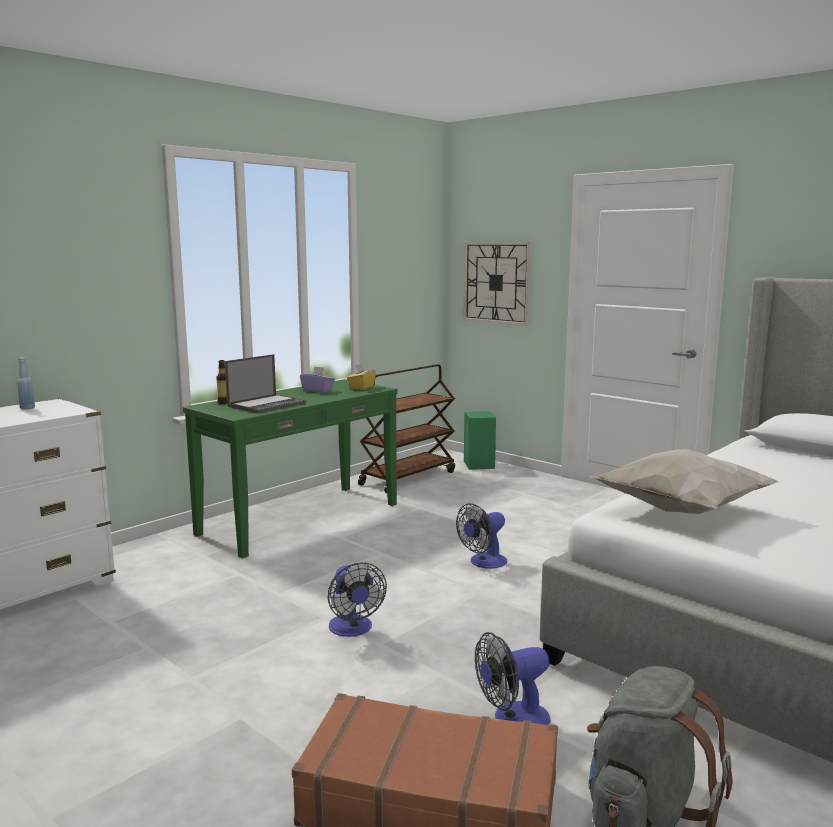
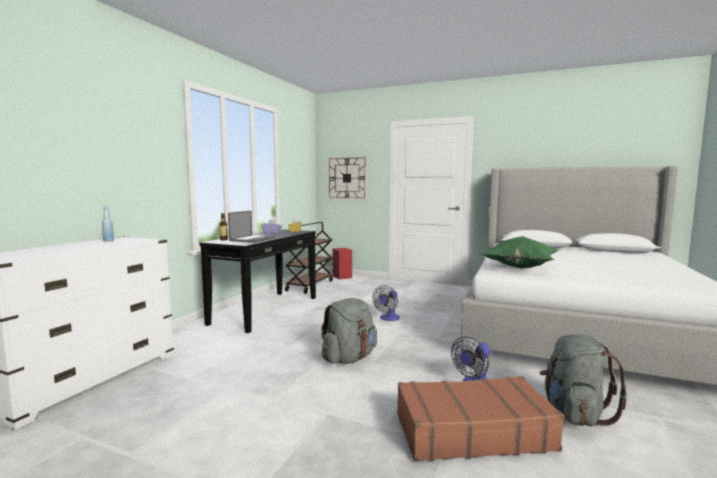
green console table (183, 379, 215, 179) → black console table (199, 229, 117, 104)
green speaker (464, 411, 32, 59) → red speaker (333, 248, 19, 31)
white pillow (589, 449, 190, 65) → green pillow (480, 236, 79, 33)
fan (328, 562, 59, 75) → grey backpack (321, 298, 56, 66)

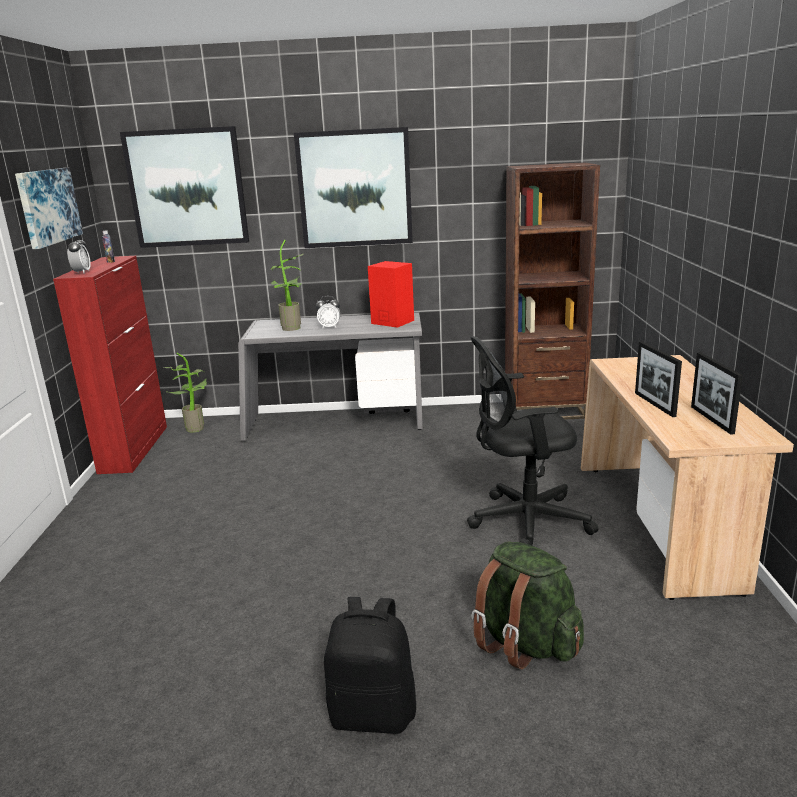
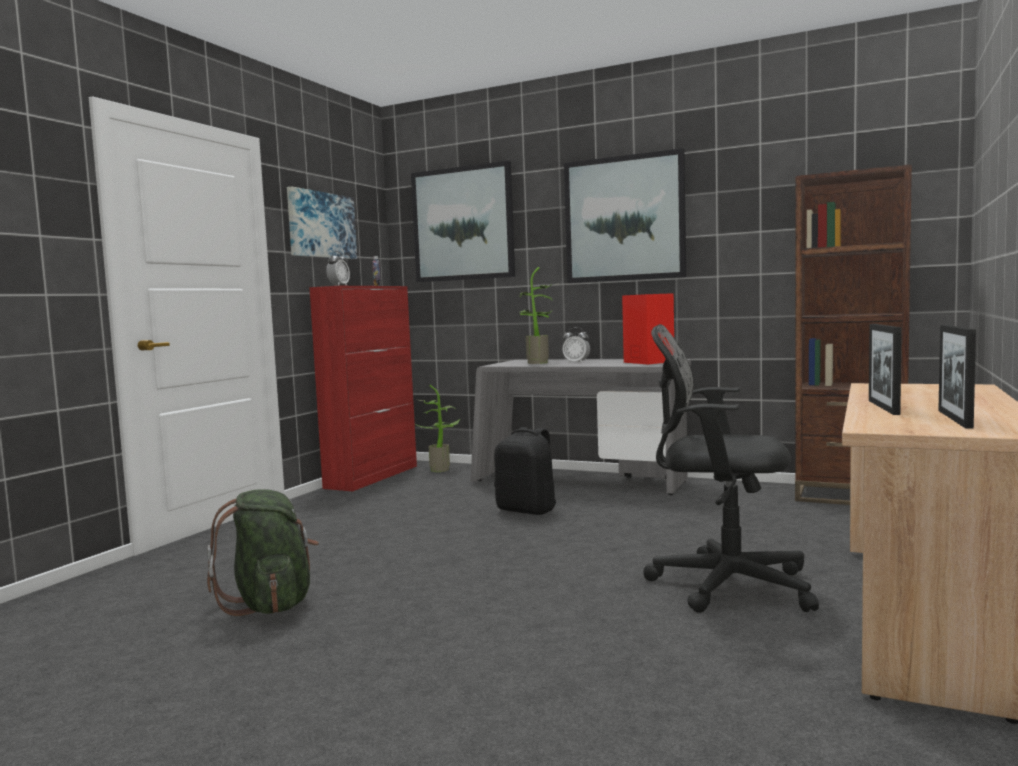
green backpack (471, 542, 113, 127) → green backpack (207, 489, 112, 127), moved
black backpack (324, 597, 92, 137) → black backpack (494, 427, 62, 88), moved

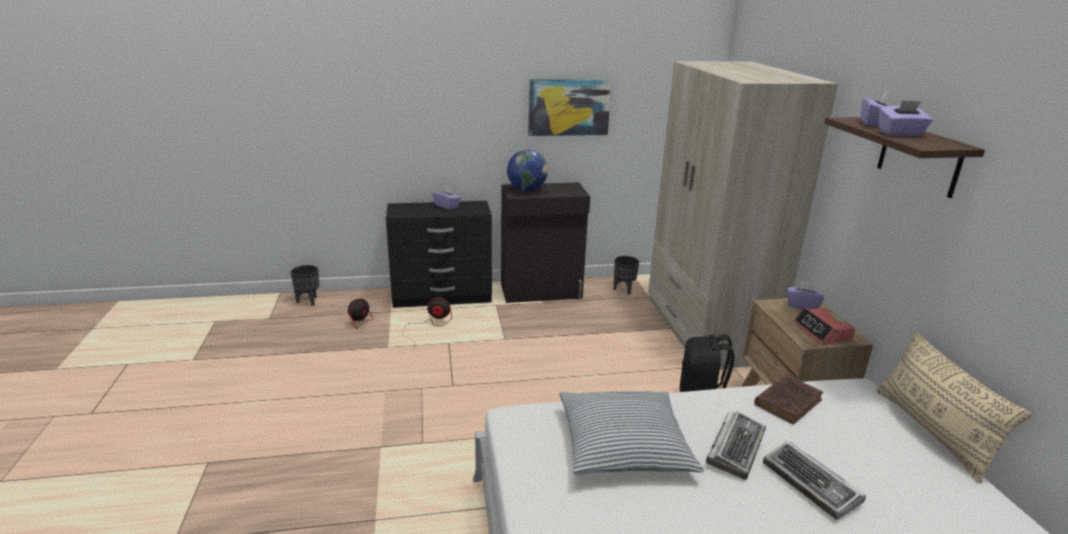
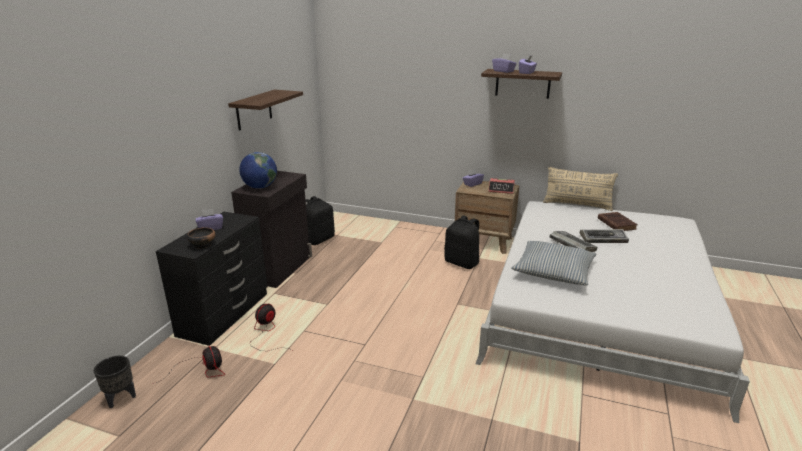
beige wardrobe (648, 61, 190, 308) → -
picture (528, 79, 84, 57) → shelf (228, 90, 75, 40)
black planter (614, 256, 25, 39) → black backpack (306, 196, 29, 49)
brown book (754, 375, 70, 49) → brown book (598, 212, 40, 19), moved
- → bowl (187, 227, 29, 22)

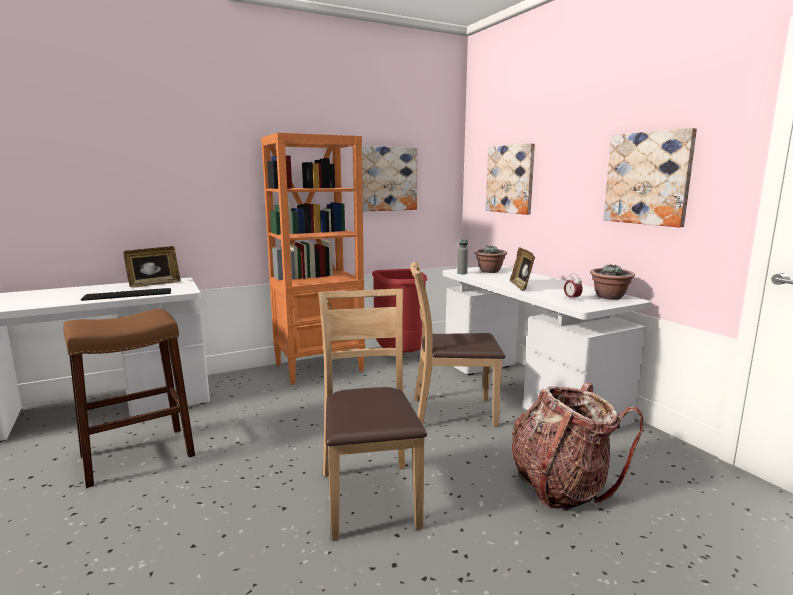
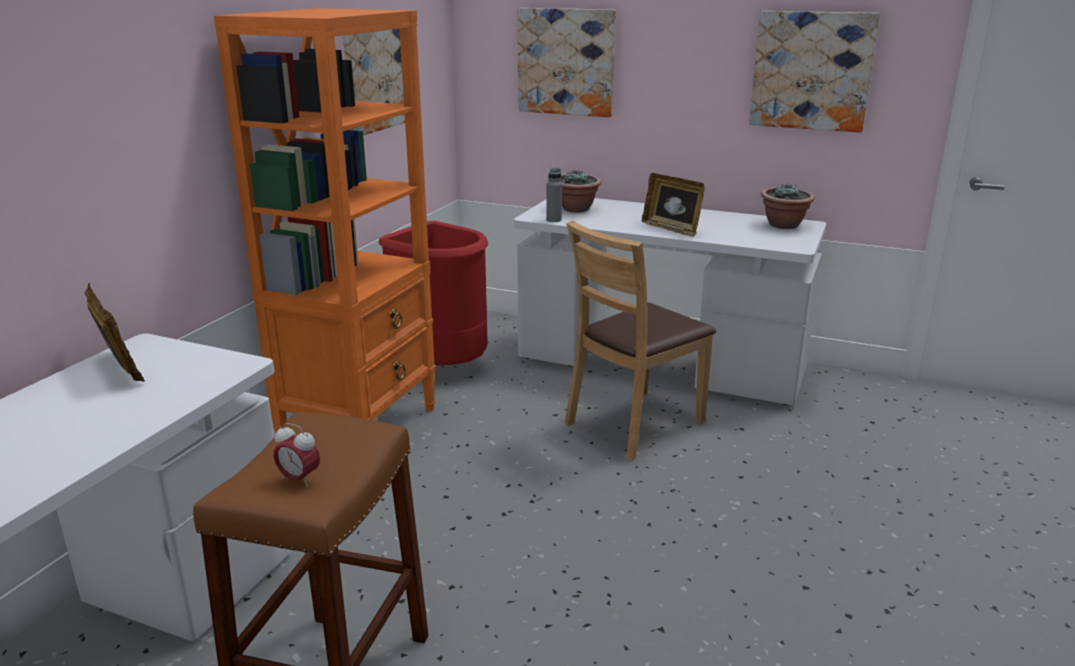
picture frame (123, 246, 58, 41) → picture frame (84, 283, 61, 99), 45 degrees counterclockwise
alarm clock (564, 273, 19, 28) → alarm clock (274, 423, 46, 64), moved
keyboard (81, 288, 90, 13) → -
brown chair (318, 289, 109, 251) → -
backpack (512, 382, 131, 128) → -

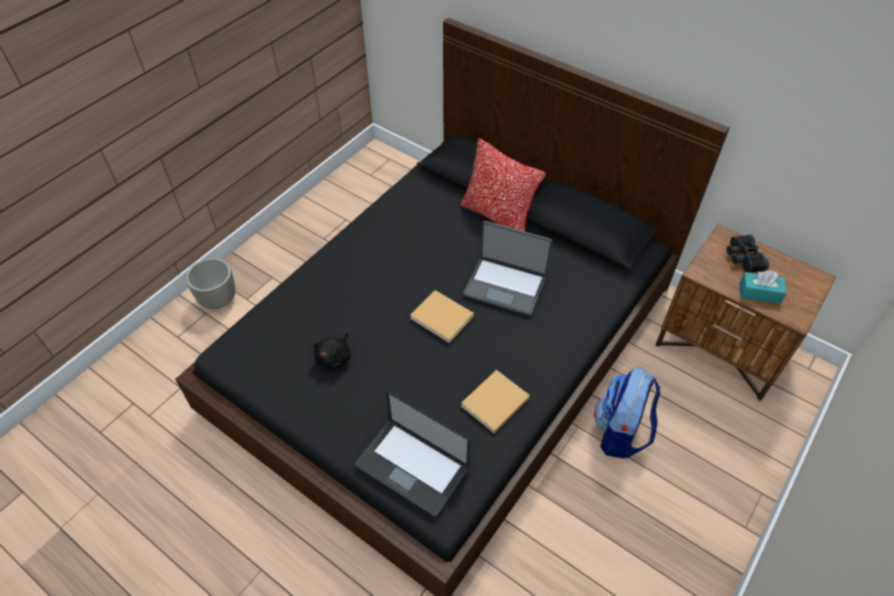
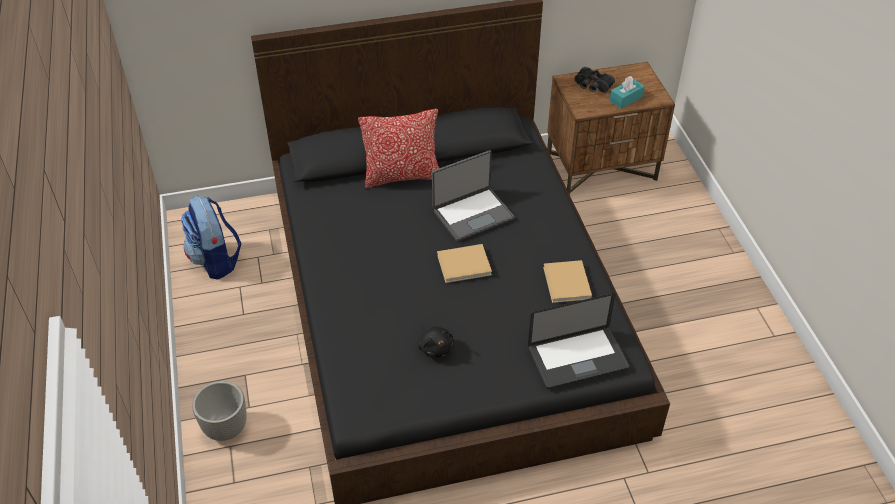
backpack (594, 368, 66, 90) → backpack (181, 195, 61, 85), moved

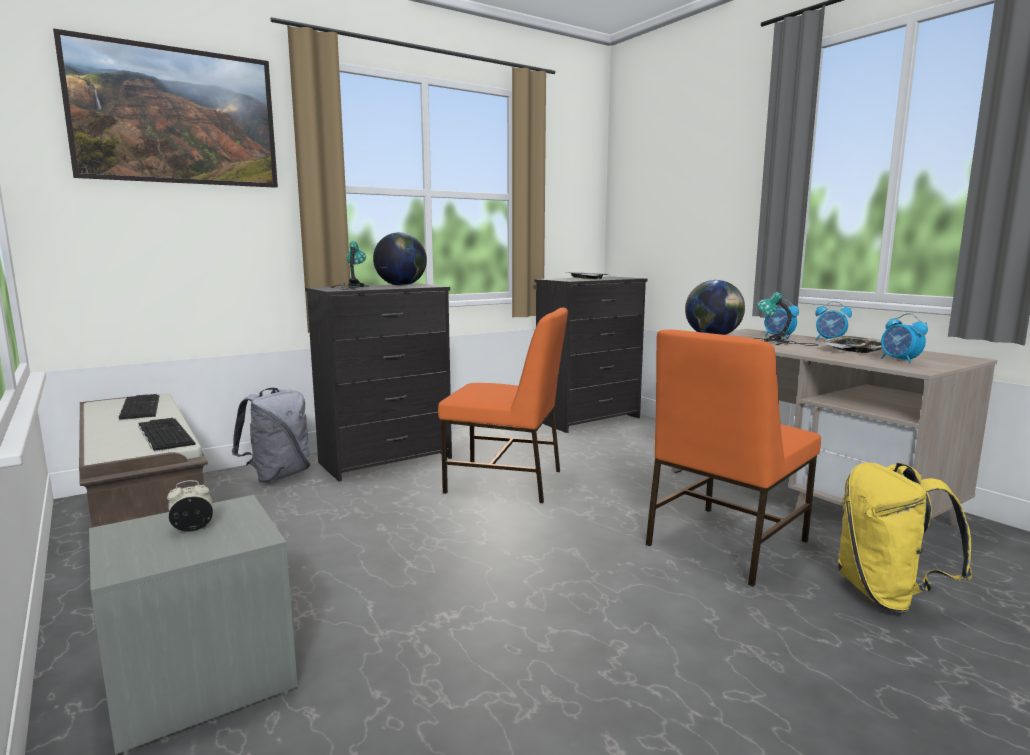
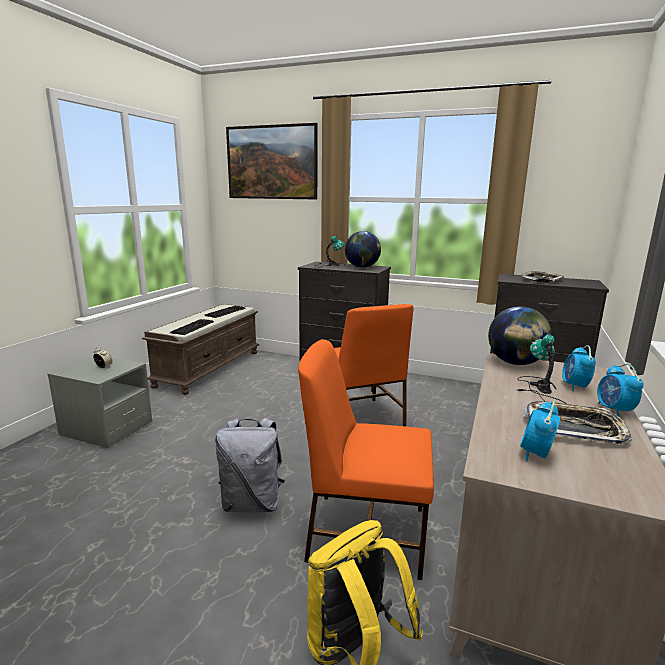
grey backpack (232, 388, 78, 95) → grey backpack (215, 418, 70, 94), moved

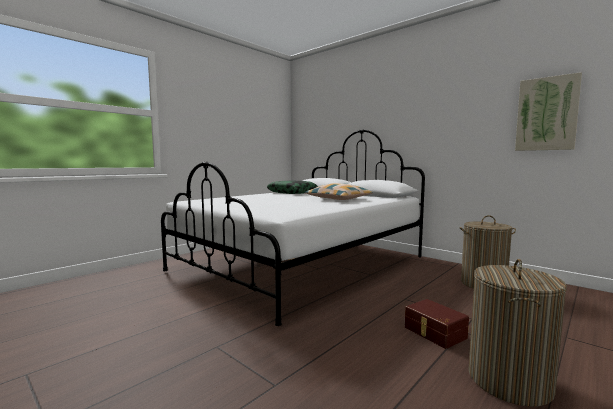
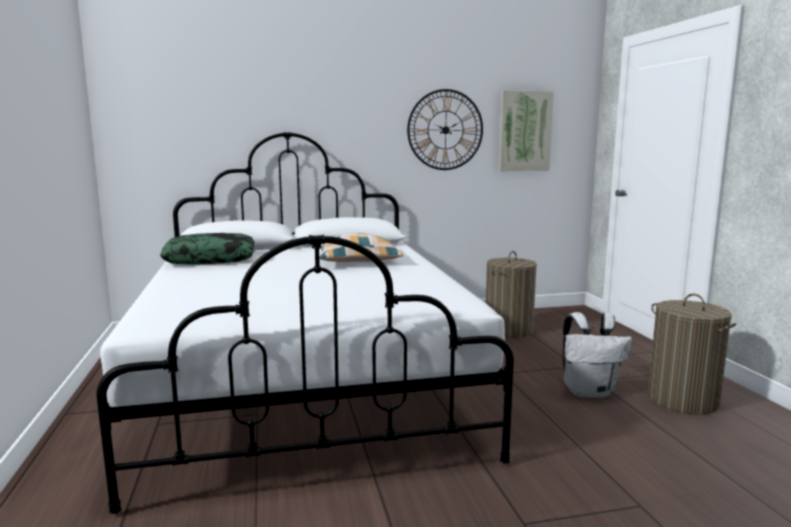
brown storage box (405, 299, 64, 50) → white backpack (562, 312, 70, 86)
- → wall clock (407, 89, 76, 81)

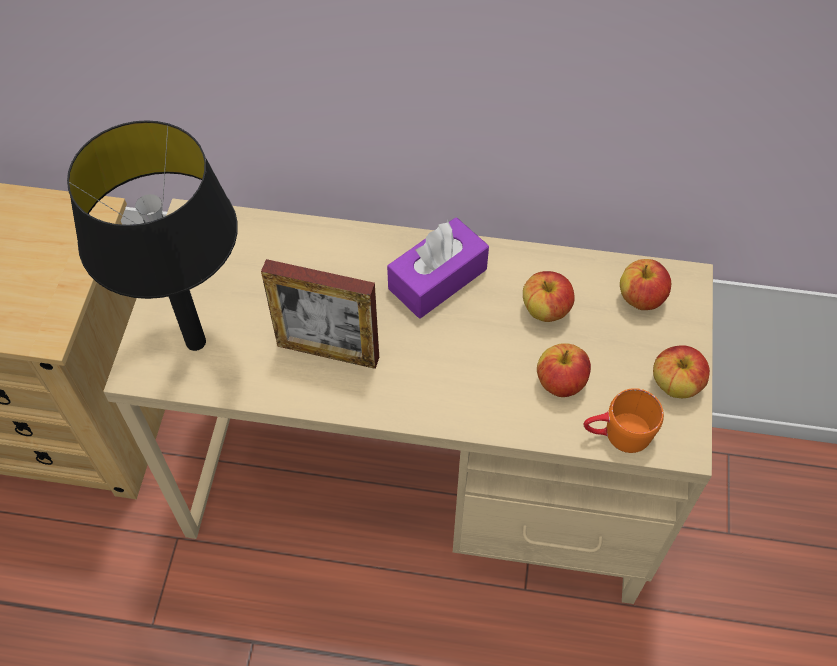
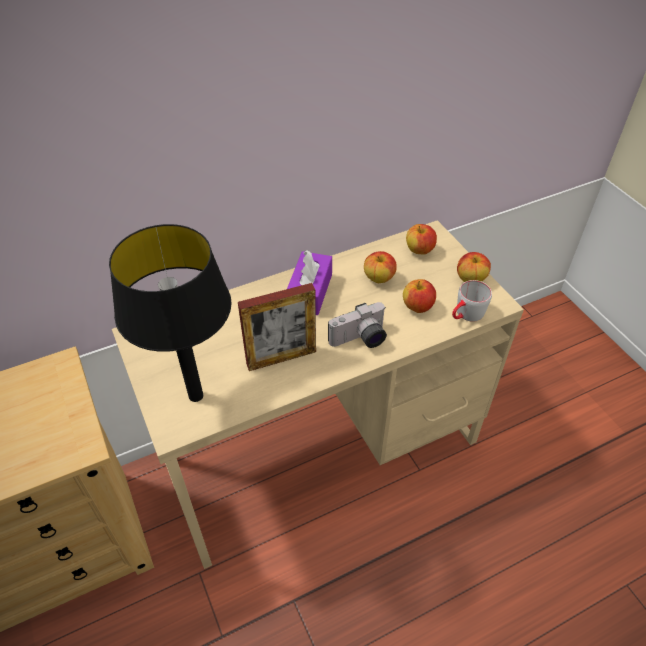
orange mug (584, 388, 80, 65) → grey mug (452, 280, 40, 42)
- → photo camera (328, 302, 59, 46)

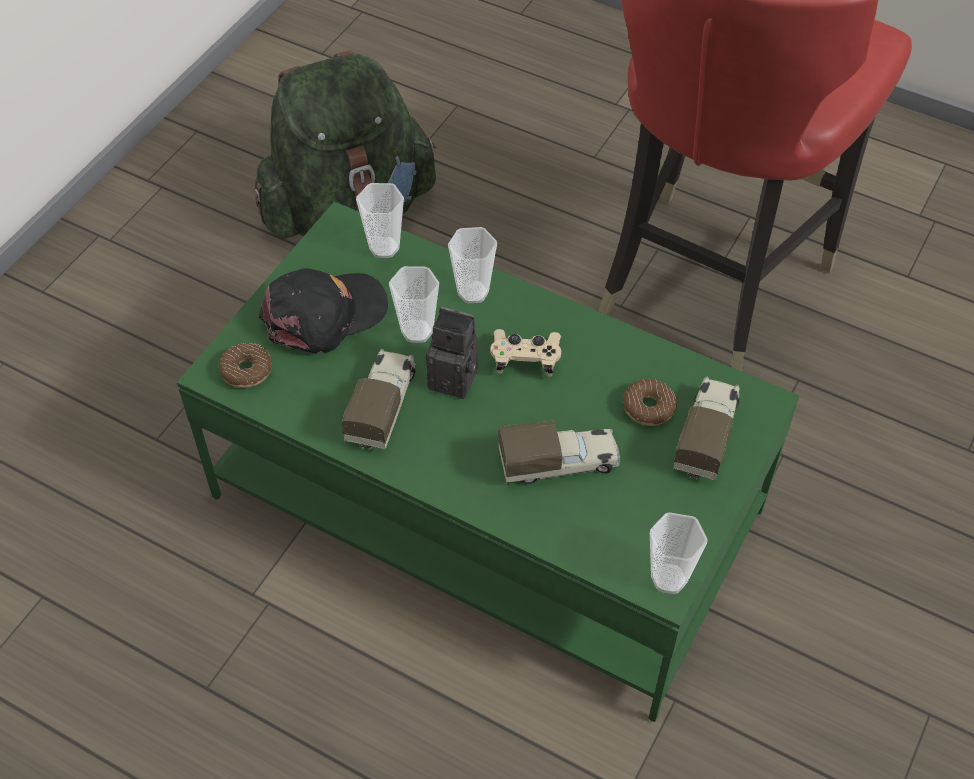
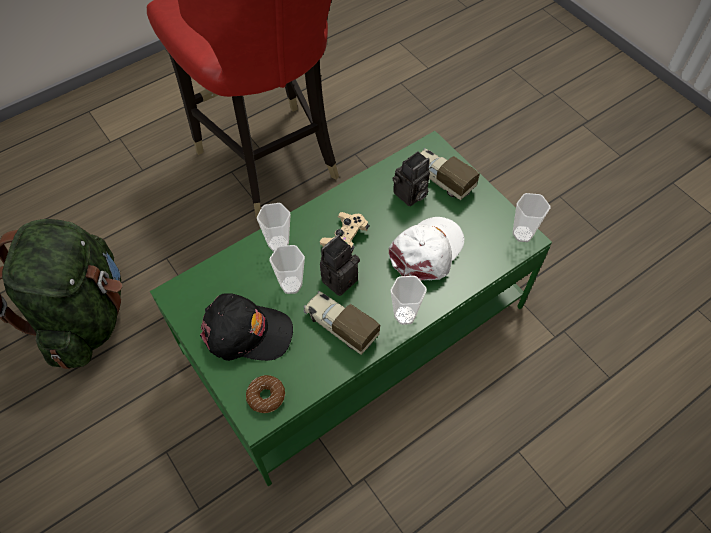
cup (356, 183, 48, 75) → cup (391, 276, 36, 49), moved
black cap (259, 268, 129, 86) → black cap (200, 293, 93, 68), 105 degrees clockwise
donut (623, 379, 54, 47) → photo camera (393, 151, 37, 56)
toy truck (498, 421, 122, 63) → white cap (389, 217, 75, 64)

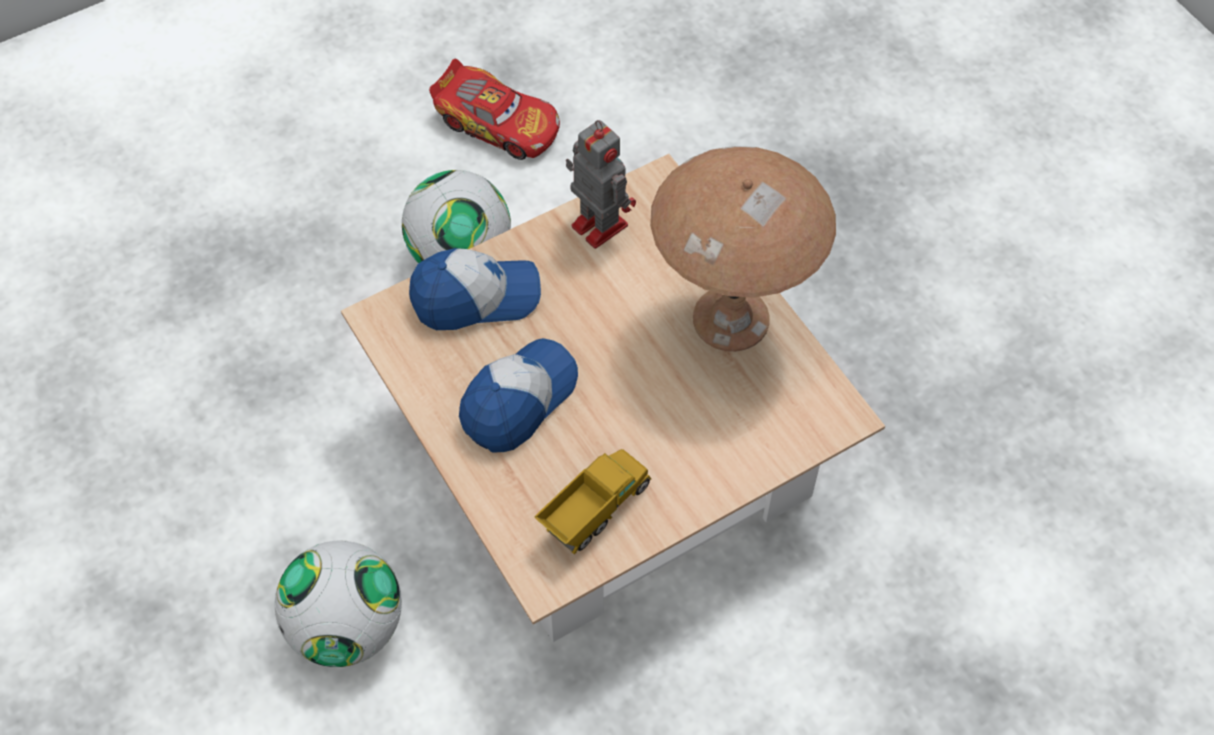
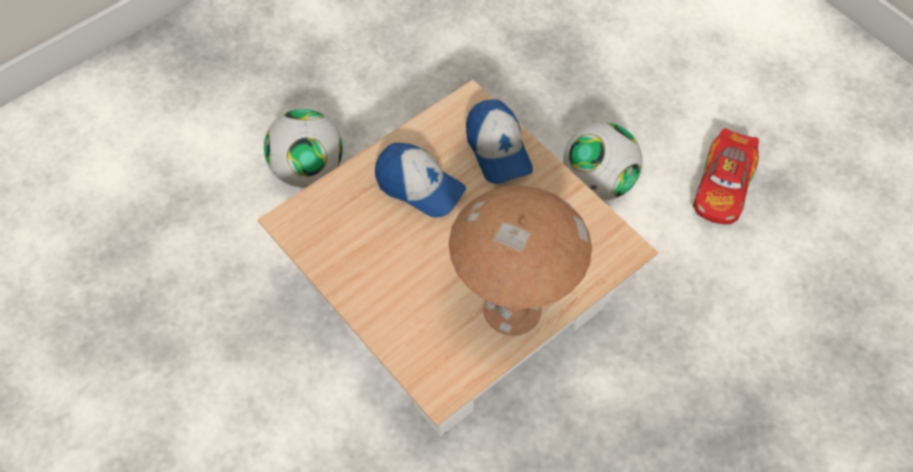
toy robot (566, 120, 70, 129) → -
toy truck (535, 449, 116, 105) → -

